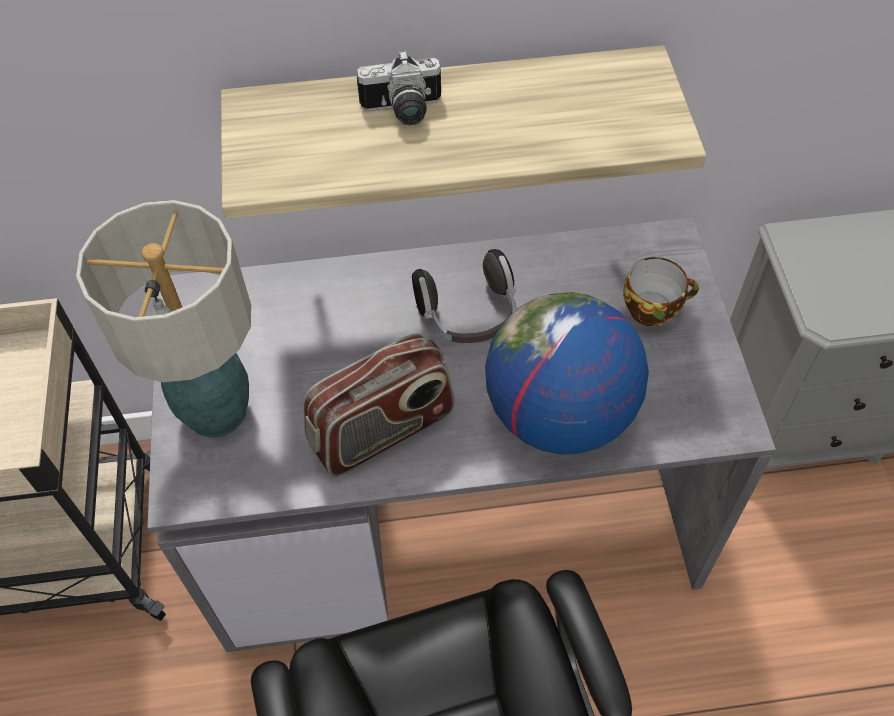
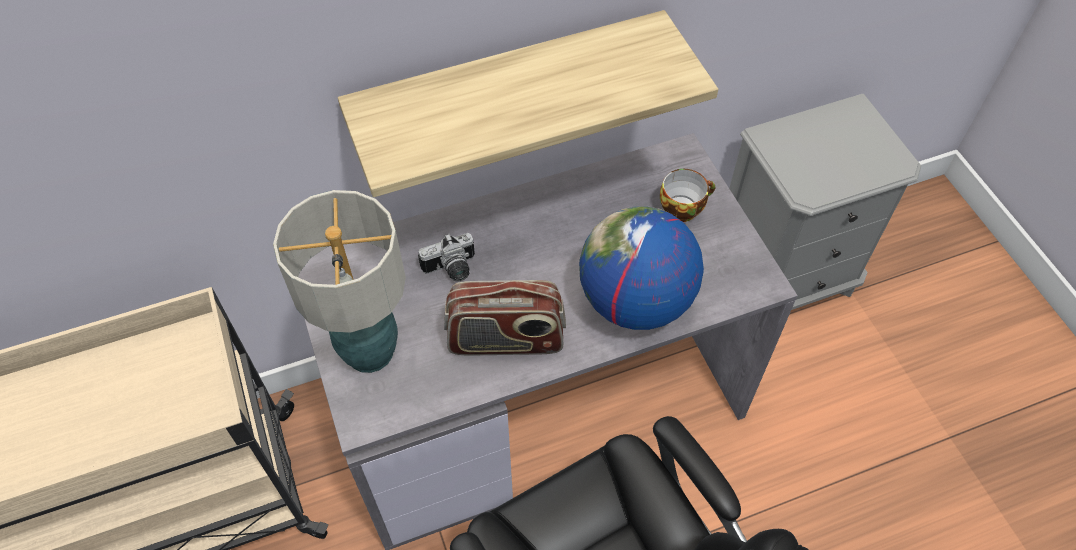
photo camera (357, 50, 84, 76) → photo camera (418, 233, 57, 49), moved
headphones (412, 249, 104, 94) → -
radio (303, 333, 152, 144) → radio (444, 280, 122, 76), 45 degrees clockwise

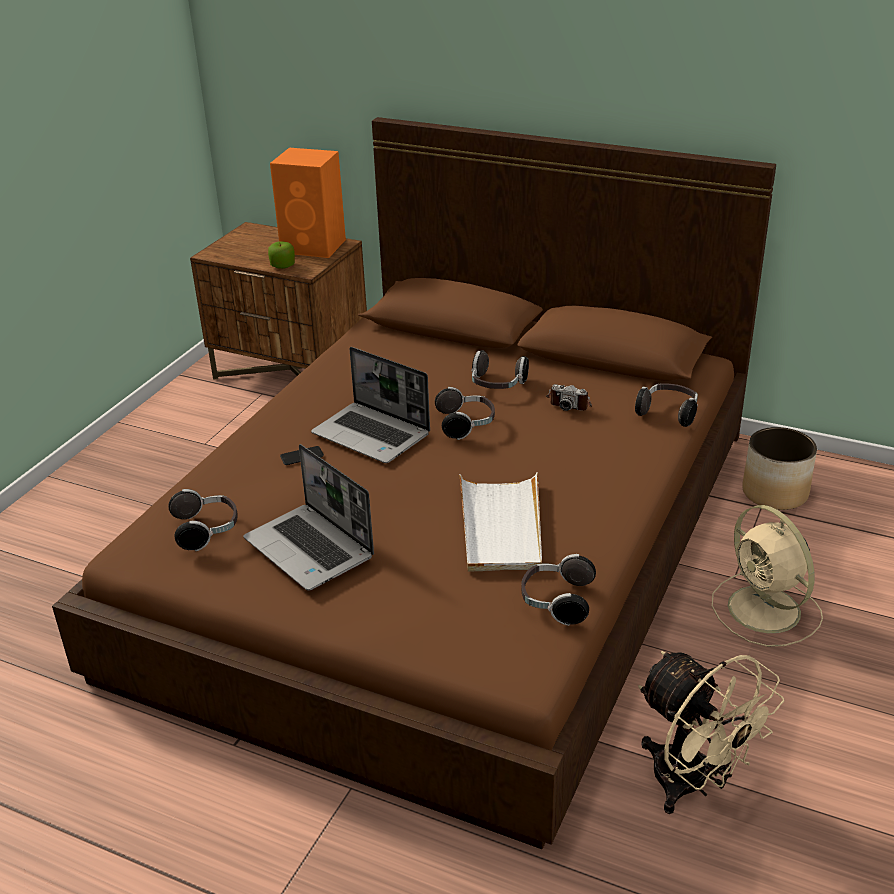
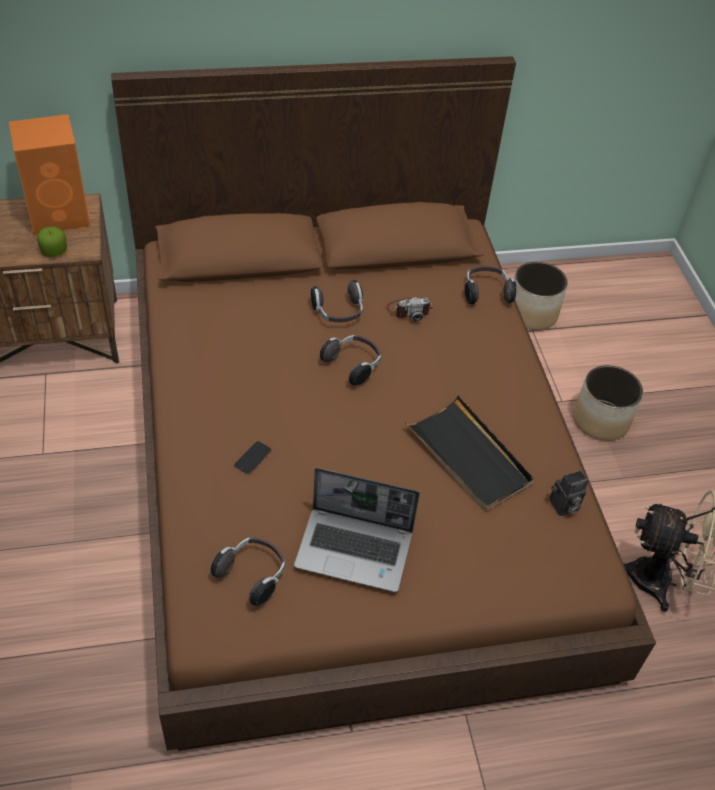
laptop (311, 347, 119, 116) → -
white tray (460, 472, 82, 100) → black tray (406, 395, 128, 116)
beige fan (712, 505, 111, 142) → planter (573, 365, 70, 76)
headphones (521, 554, 75, 72) → photo camera (549, 470, 40, 46)

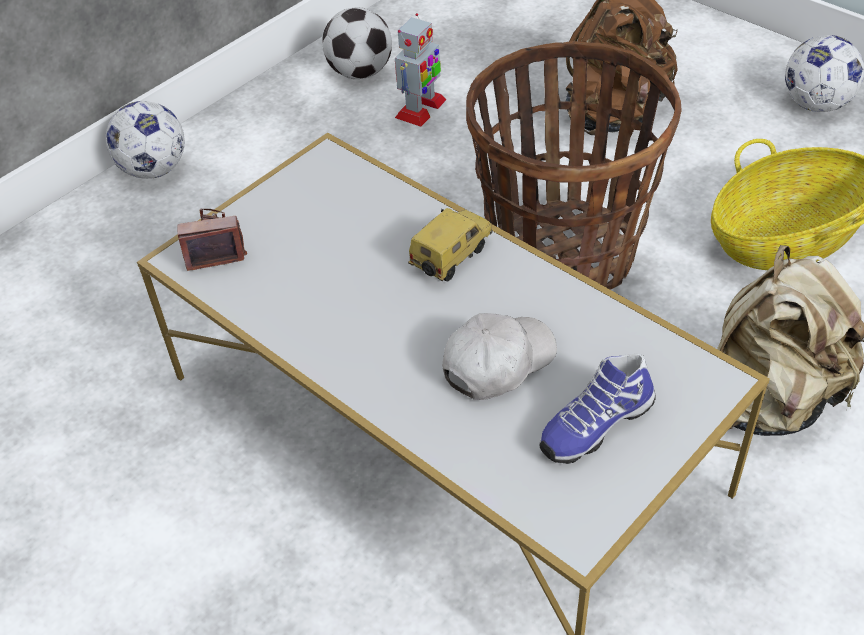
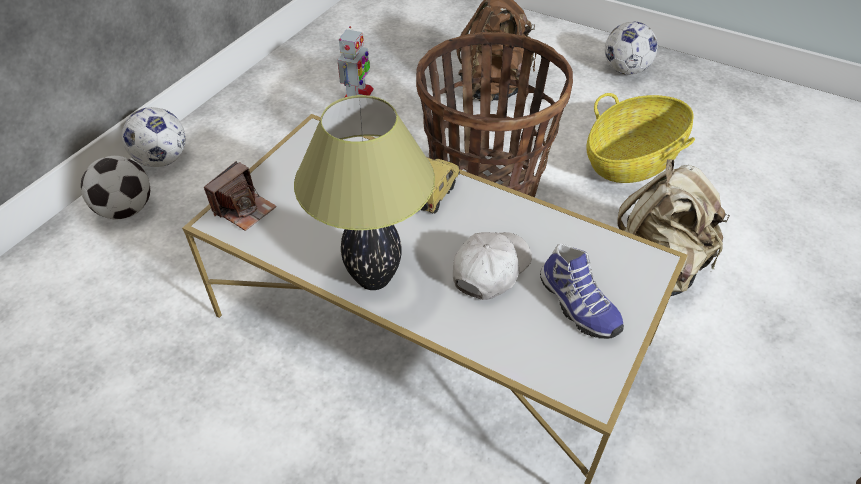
football (322, 7, 70, 72) → football (81, 156, 69, 63), moved
photo camera (178, 209, 69, 62) → photo camera (204, 161, 72, 70), 150 degrees clockwise
shoe (539, 354, 117, 110) → shoe (540, 244, 84, 95), 75 degrees counterclockwise
- → table lamp (294, 95, 141, 195)

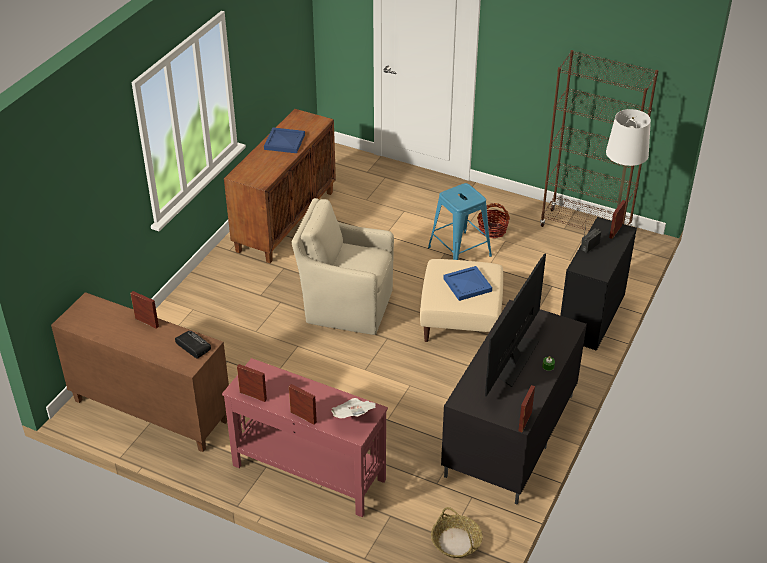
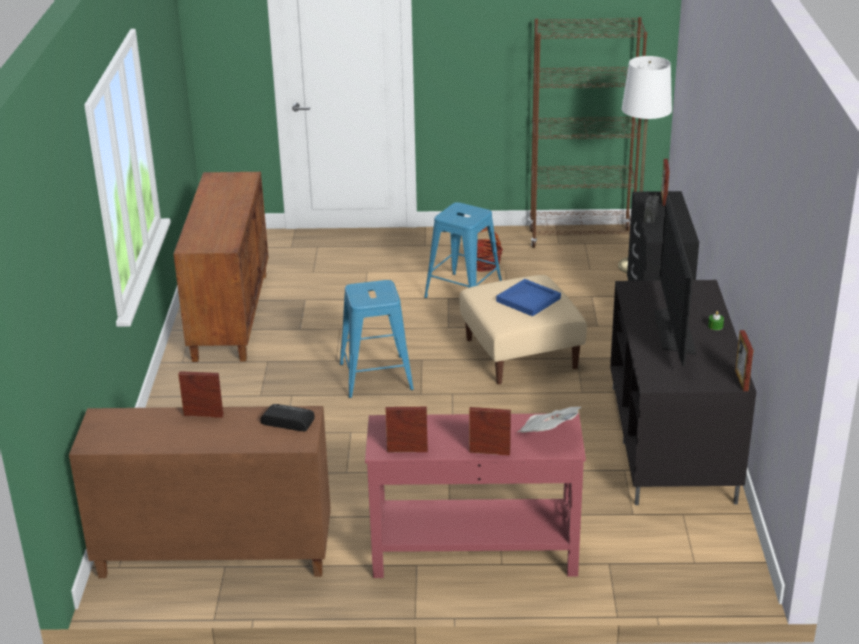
blue tray (264, 127, 41, 26) → -
beige armchair (292, 198, 102, 137) → blue stool (340, 280, 74, 118)
basket (431, 507, 51, 51) → -

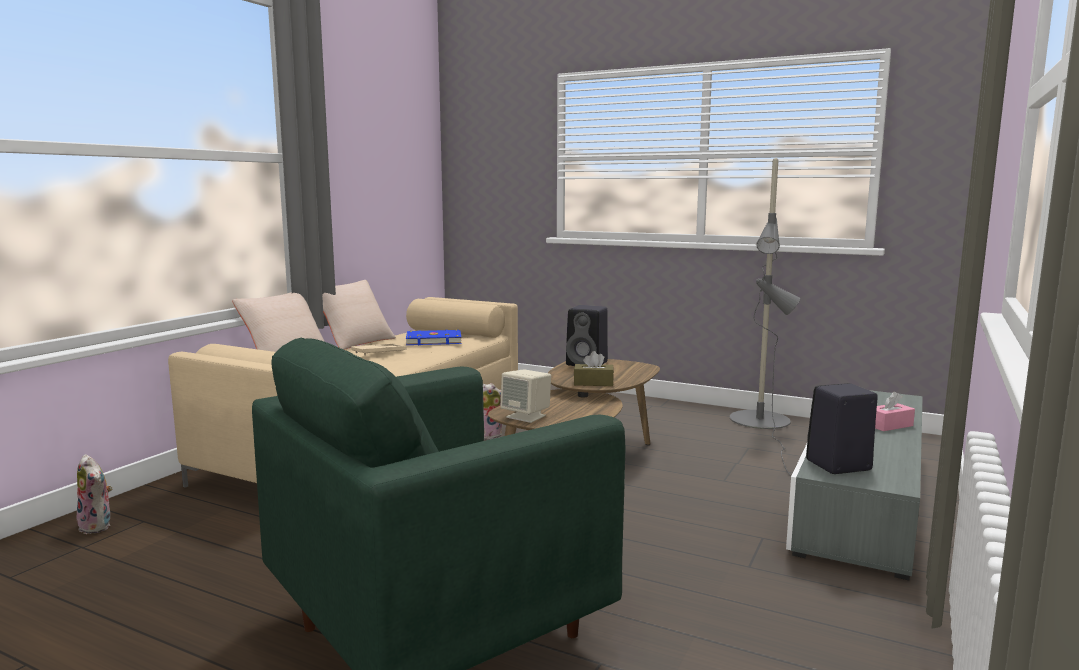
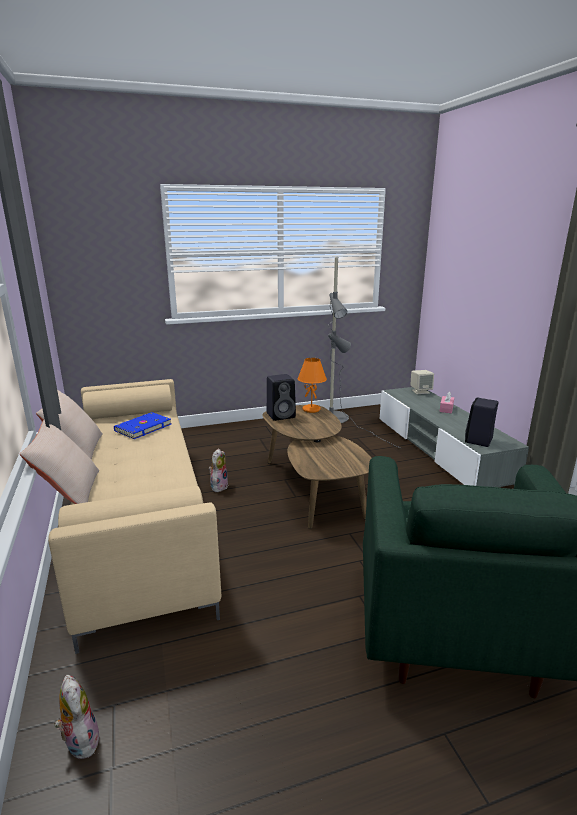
beige tray (351, 343, 55, 12) → -
brown tissue box (574, 351, 40, 35) → -
beige speaker (500, 369, 51, 54) → beige speaker (410, 370, 24, 24), moved
plush toy (77, 454, 35, 80) → plush toy (54, 675, 46, 84), 120 degrees counterclockwise
- → orange table lamp (297, 358, 30, 55)

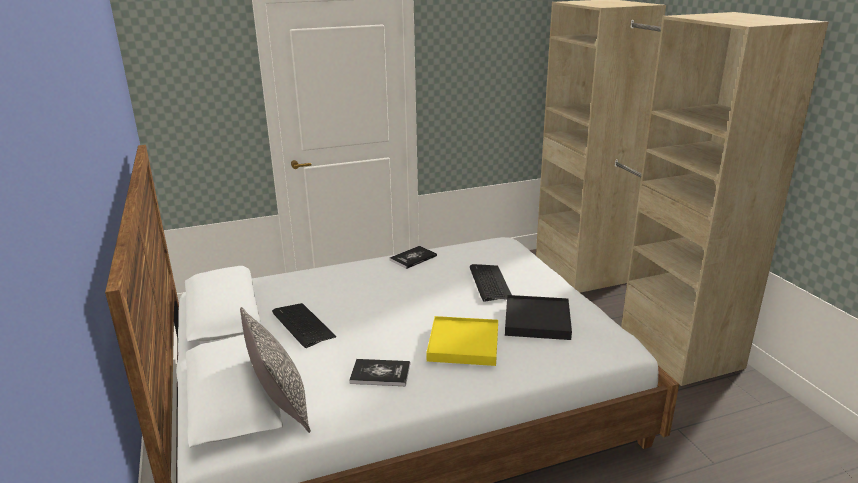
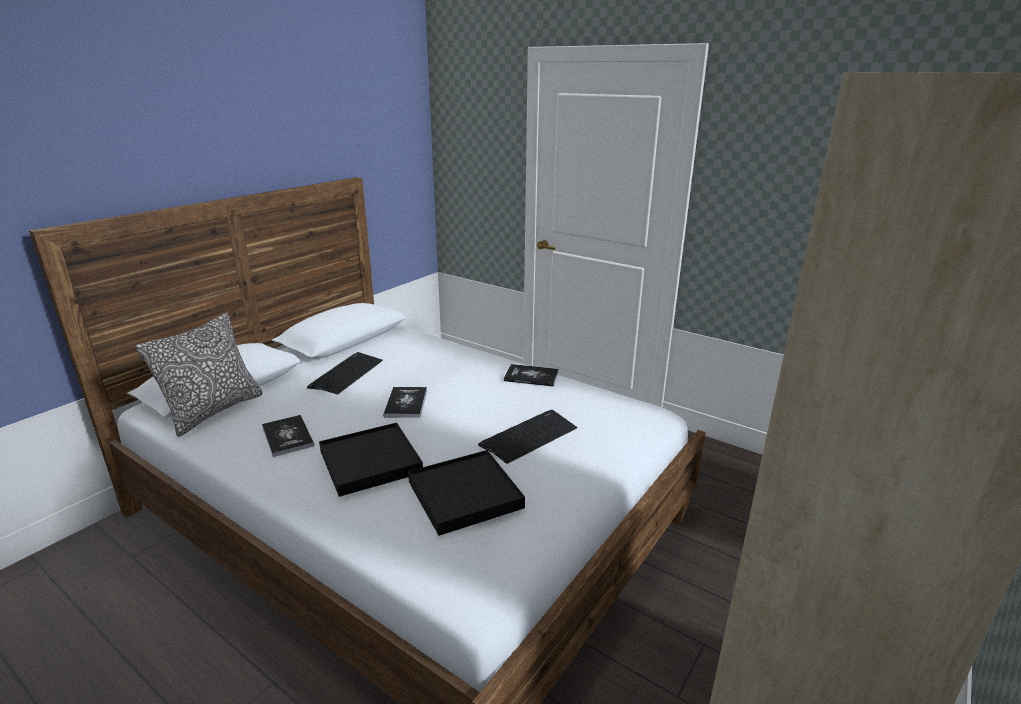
yellow tray (426, 316, 72, 50) → black tray (319, 423, 104, 74)
- → book (383, 387, 44, 31)

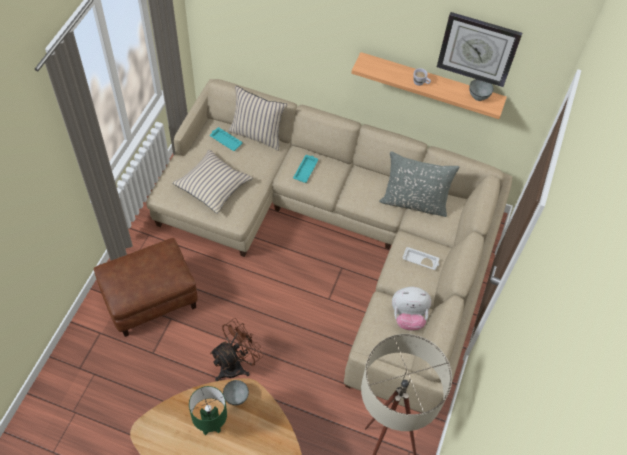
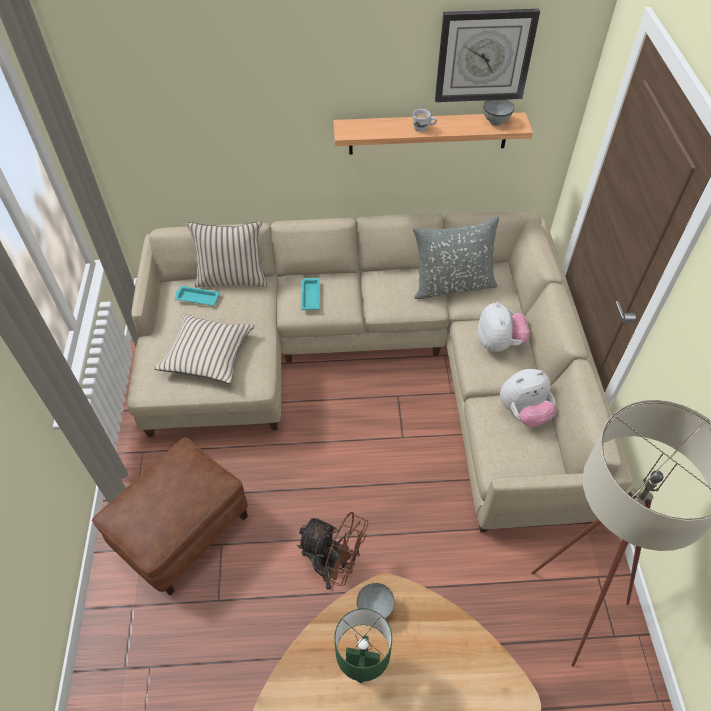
white tray (402, 247, 37, 23) → plush toy (477, 301, 52, 51)
brown fan (210, 318, 53, 63) → brown fan (297, 512, 71, 78), 90 degrees clockwise

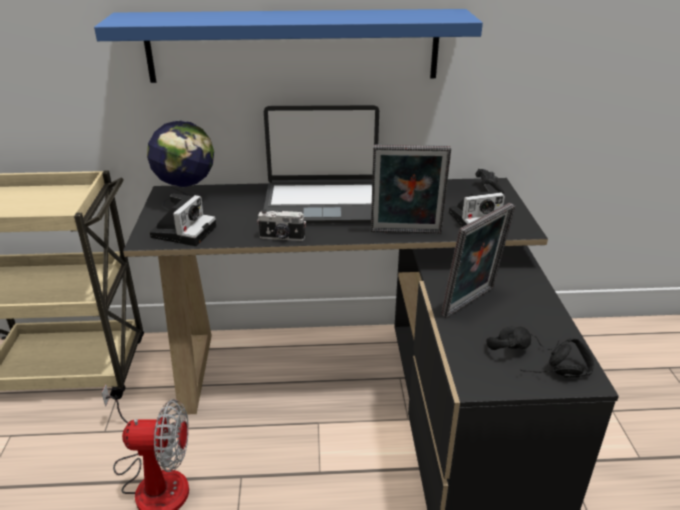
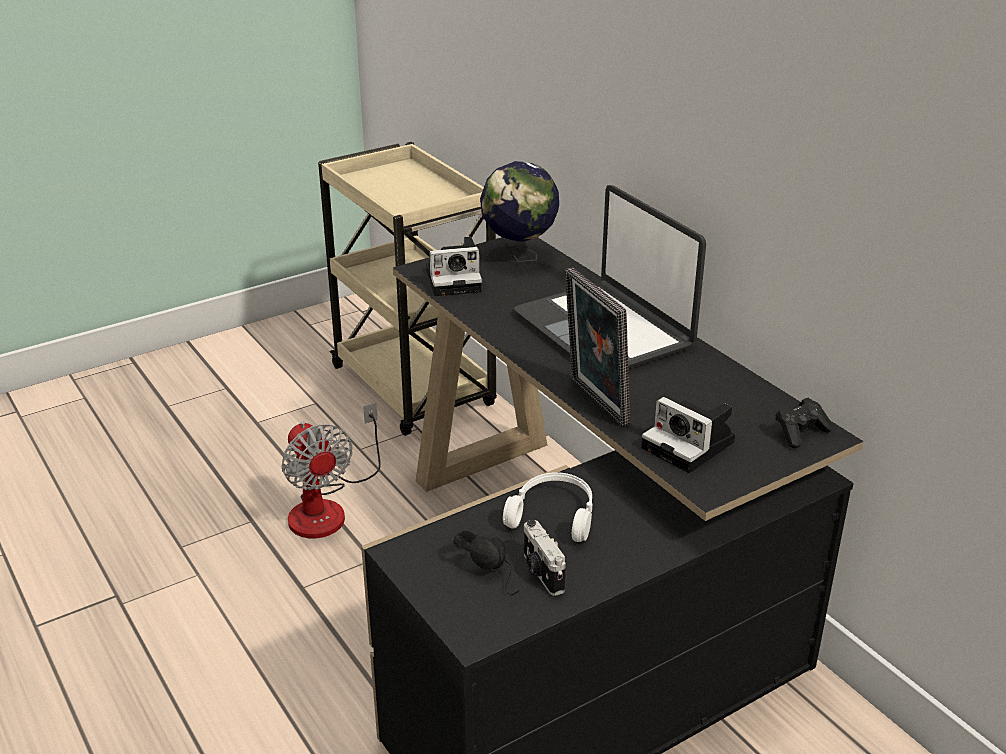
blue shelf (94, 9, 389, 74) → -
picture frame (441, 203, 74, 115) → white headphones (503, 472, 89, 70)
photo camera (257, 210, 49, 31) → photo camera (524, 520, 42, 76), moved
black headphones (521, 338, 74, 40) → -

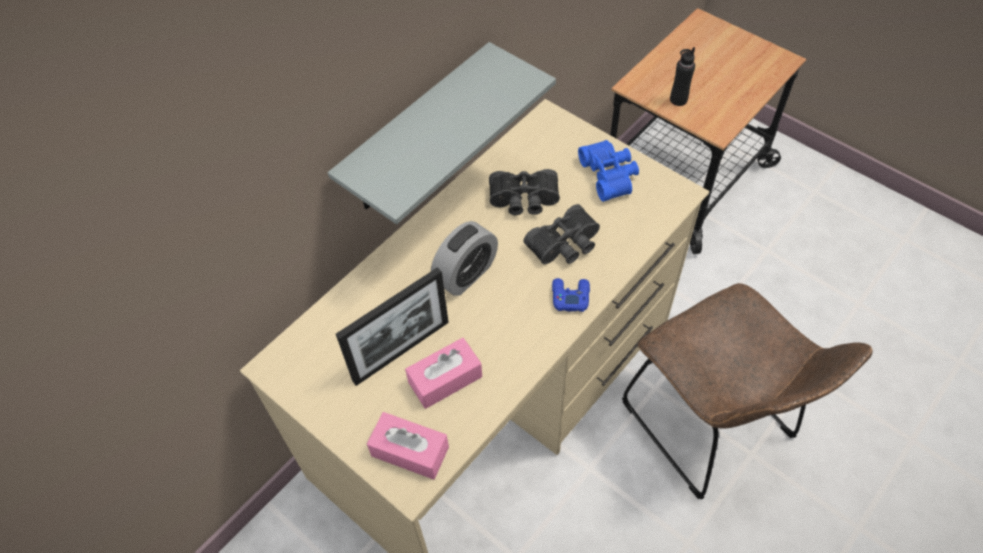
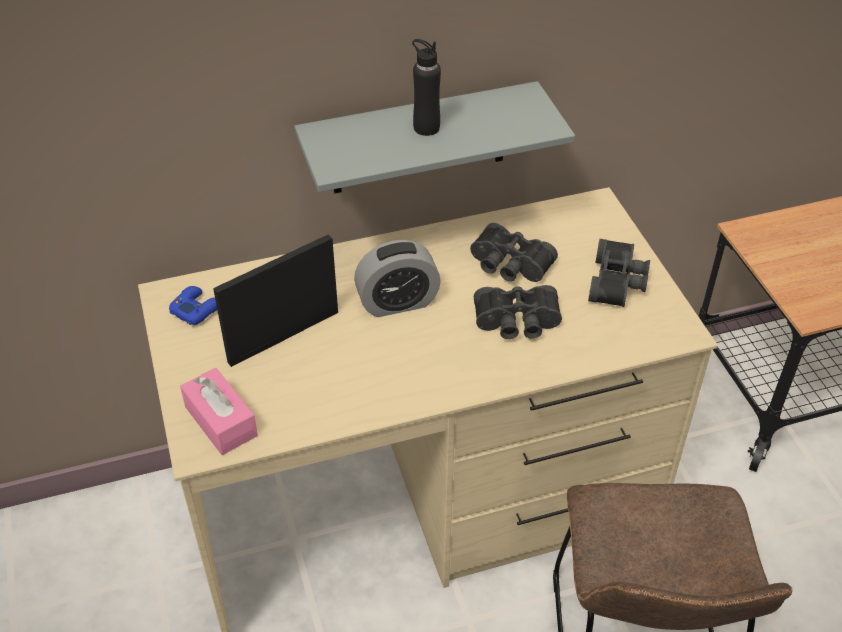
black bottle (670, 47, 25, 59) → black bottle (412, 39, 29, 97), moved
blue binoculars (578, 140, 61, 62) → black binoculars (588, 239, 62, 68)
picture frame (336, 267, 113, 119) → picture frame (213, 235, 125, 132), 150 degrees clockwise
blue game controller (552, 278, 38, 34) → blue game controller (169, 286, 48, 39), moved
pink tissue box (405, 338, 77, 71) → -

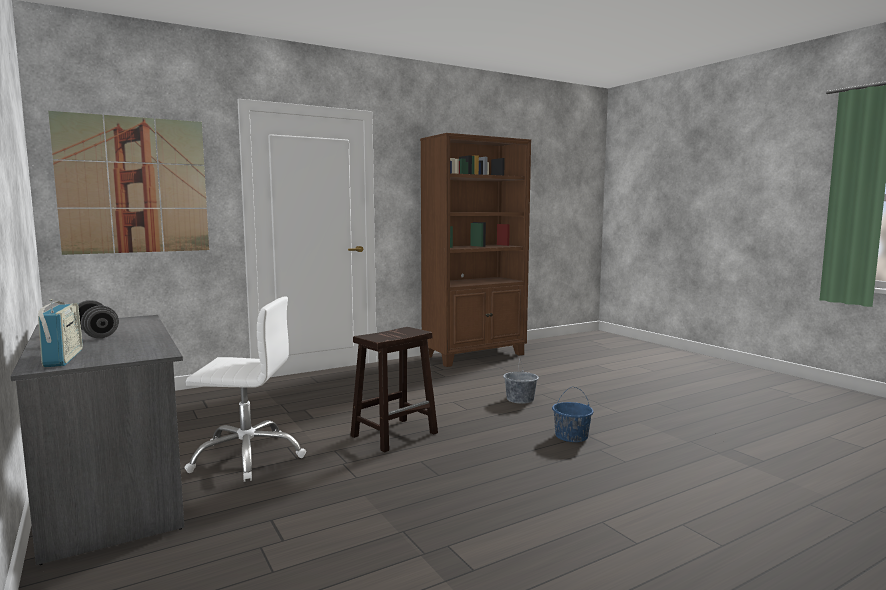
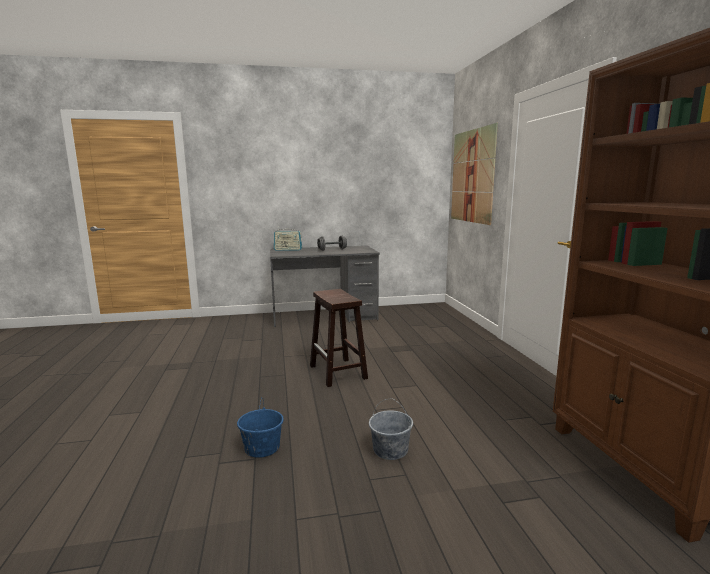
white office chair (184, 296, 122, 186) → -

